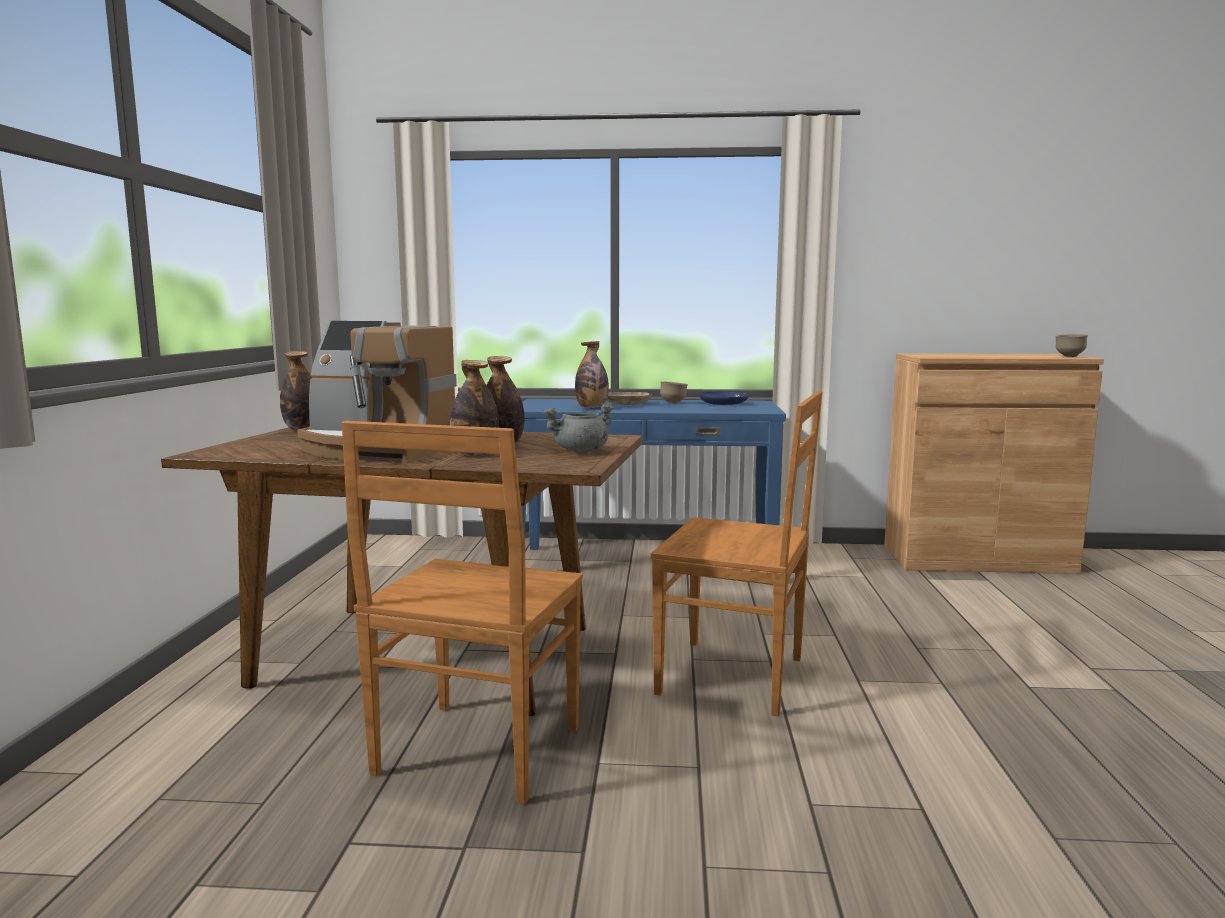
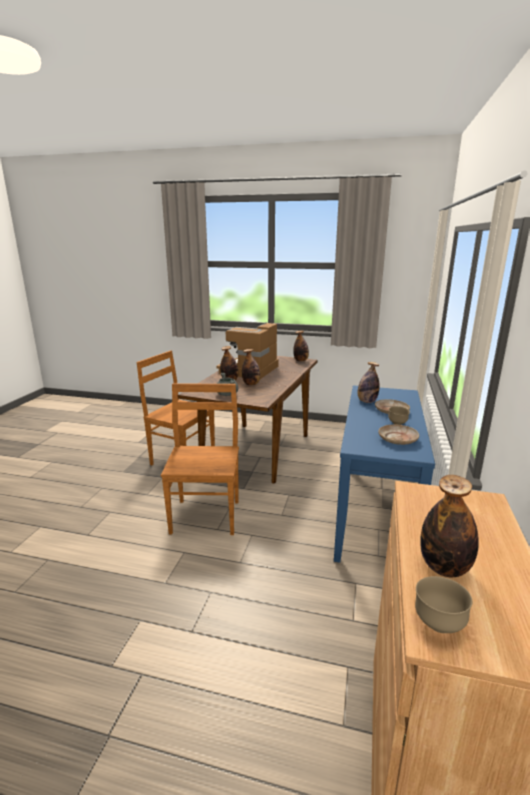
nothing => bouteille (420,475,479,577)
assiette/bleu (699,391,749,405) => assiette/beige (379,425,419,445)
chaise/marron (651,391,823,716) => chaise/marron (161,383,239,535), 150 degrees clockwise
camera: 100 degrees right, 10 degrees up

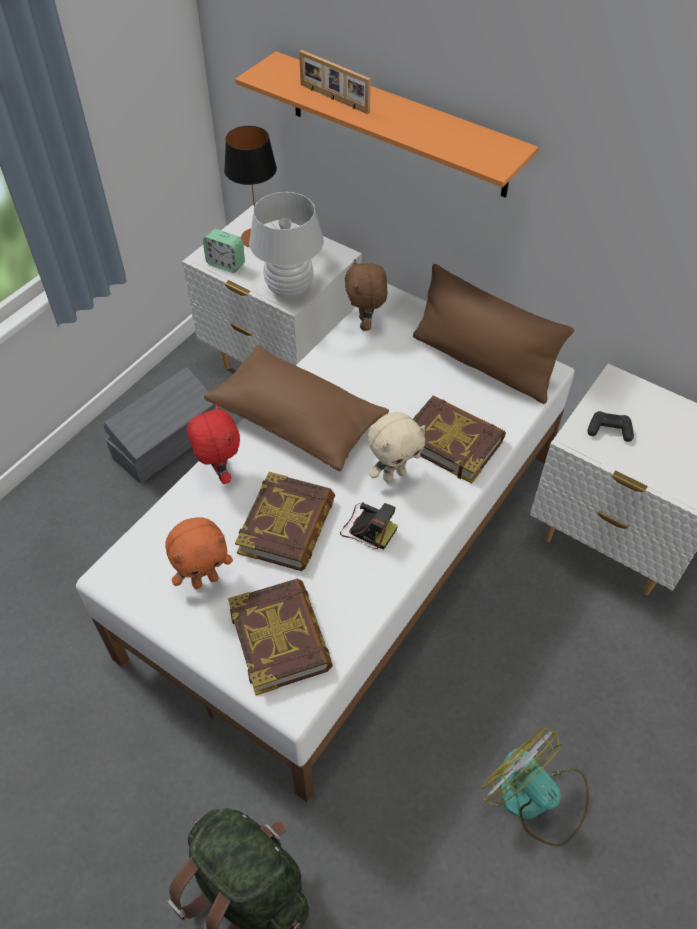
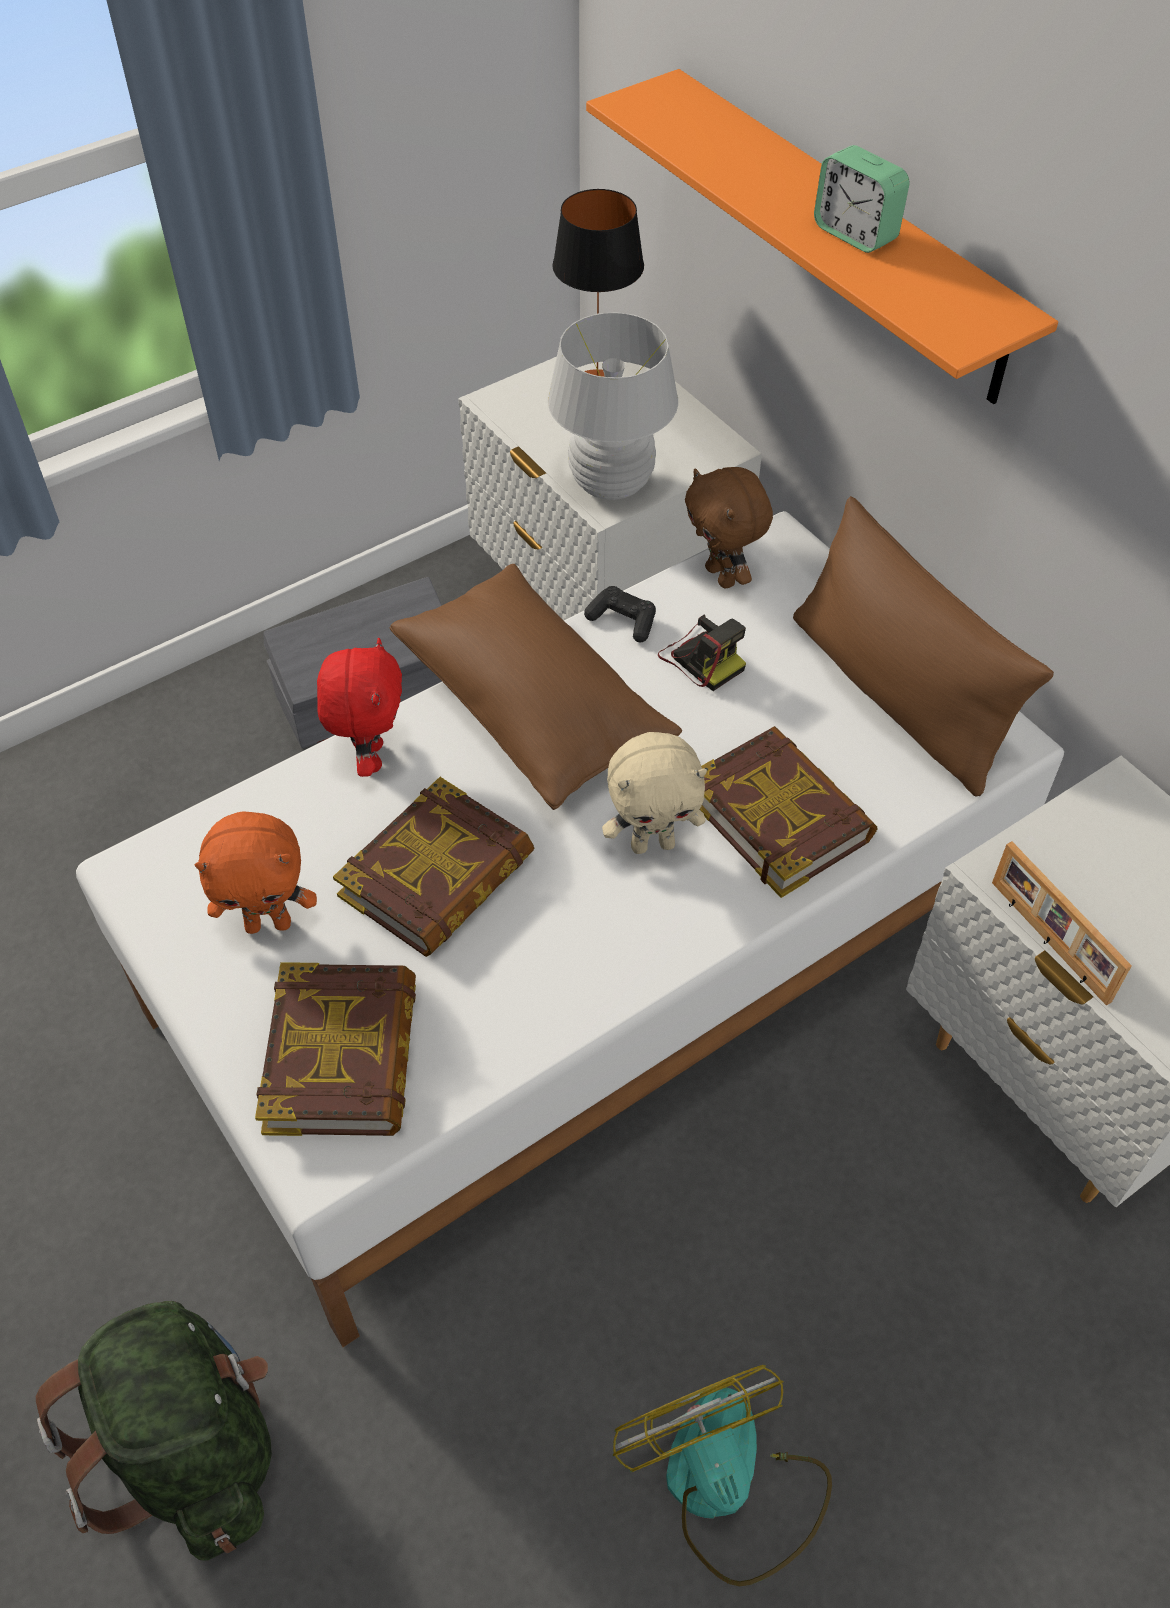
réveil (203,229,245,273) => réveil (814,145,909,253), shifted
cadre photo (299,50,371,114) => cadre photo (992,841,1132,1006), shifted
appareil photo (340,502,398,550) => appareil photo (658,615,746,691), shifted
manette/noir (587,411,634,442) => manette/noir (584,586,656,642), shifted
peluche/marron (345,259,388,331) => peluche/marron (685,467,773,589), 45 degrees counterclockwise
camera: 20 degrees right, 0 degrees up

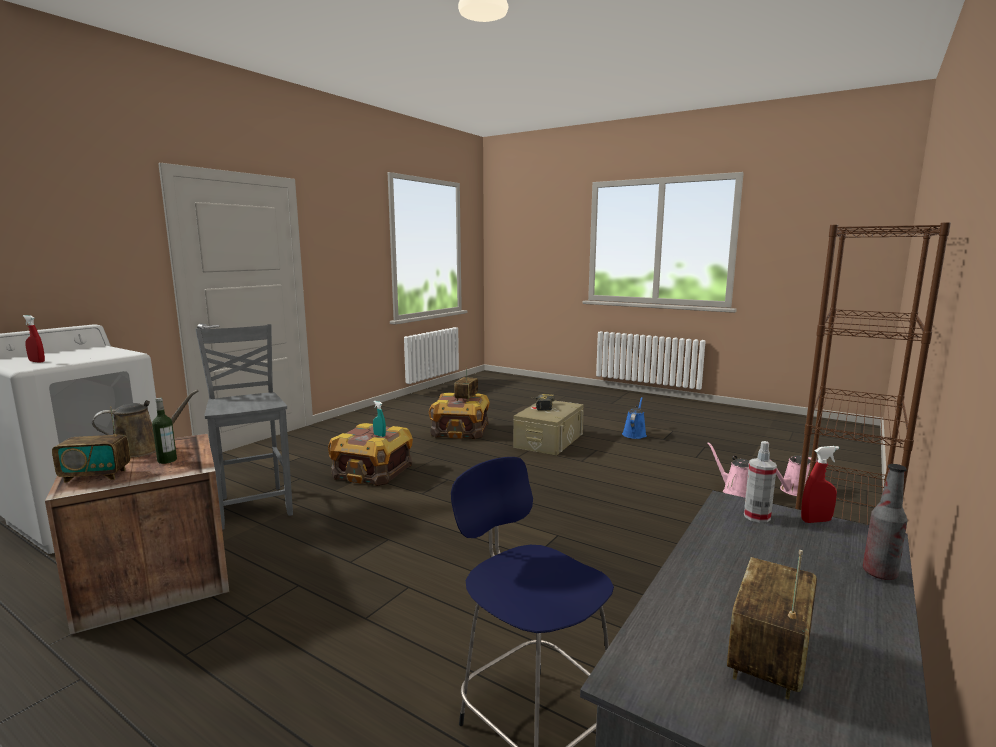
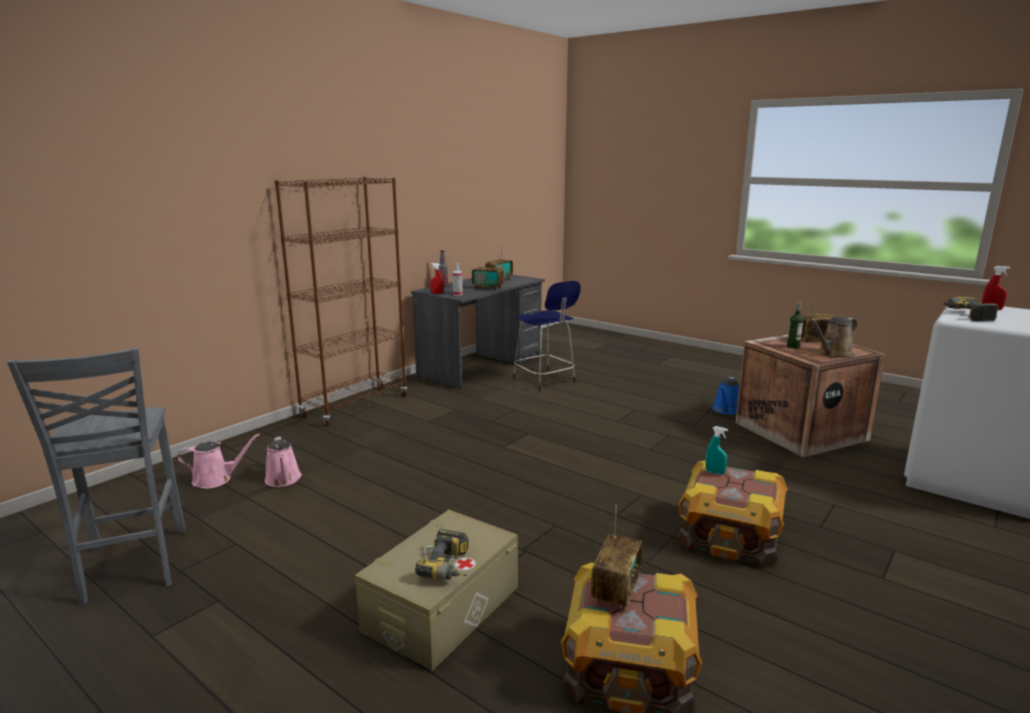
nothing => radio (472,252,504,291)
nothing => perceuse (938,297,999,321)
chaise/gris (195,324,293,530) => chaise/gris (7,347,185,605), shifted
arrosoir/bleu (622,397,647,439) => arrosoir/bleu (712,377,739,415), shifted
camera: 175 degrees left, 5 degrees up

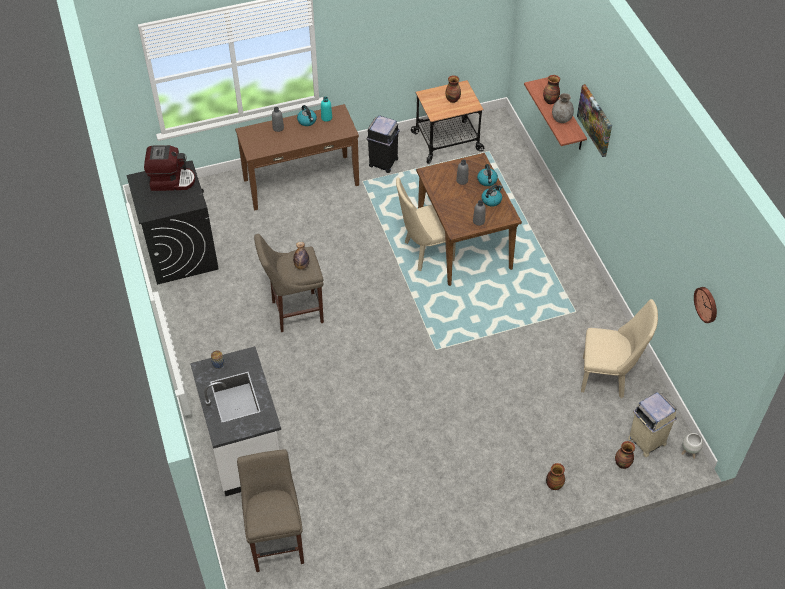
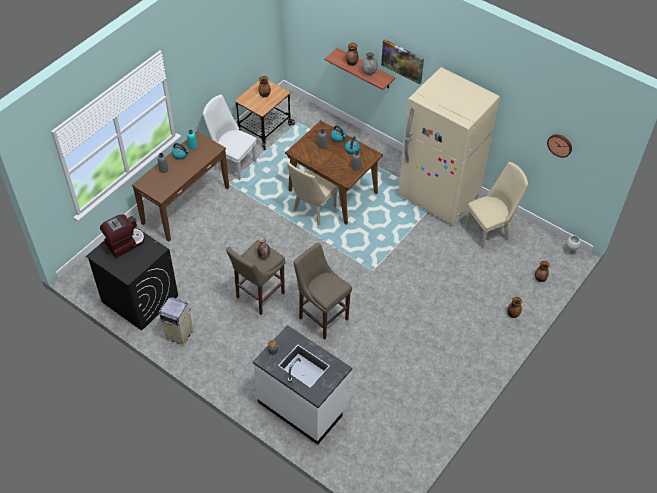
nothing => réfrigérateur/beige (398,67,500,224)
tabouret/beige (237,449,304,572) => tabouret/beige (293,243,352,340), shifted
poubelle/beige (628,392,677,457) => poubelle/beige (159,297,194,347), shifted
poubelle/noir (366,115,400,173) => chaise/blanc (203,95,257,180)
camera: 35 degrees left, 0 degrees up

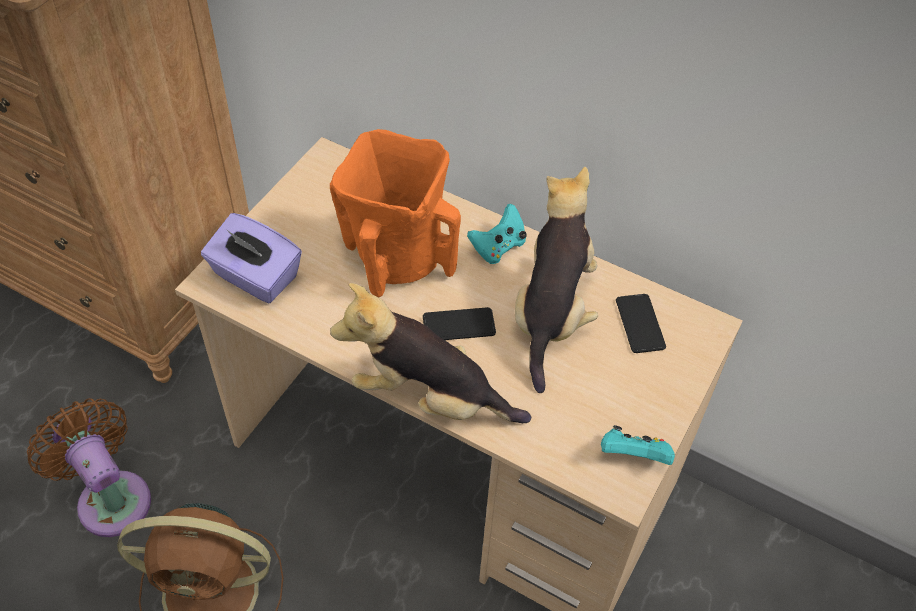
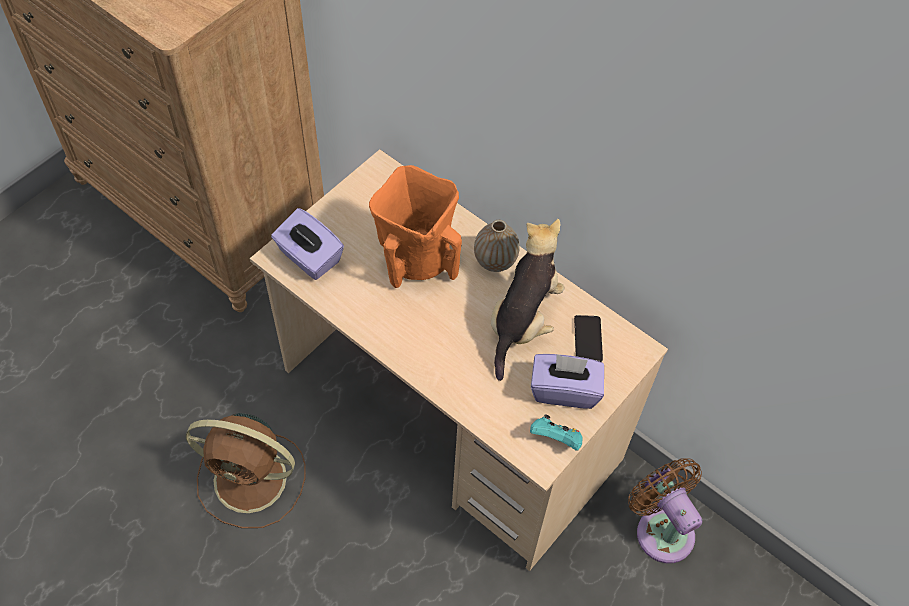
peluche (330,283,531,423) => nothing
téléphone (423,307,496,340) => nothing
nothing => boîte à mouchoirs/violet (531,354,604,409)
ventilateur/marron (27,398,151,537) => ventilateur/marron (628,458,702,563), shifted
manette/turquoise (467,204,527,264) => vase (474,220,520,272)
camera: 10 degrees right, 5 degrees up

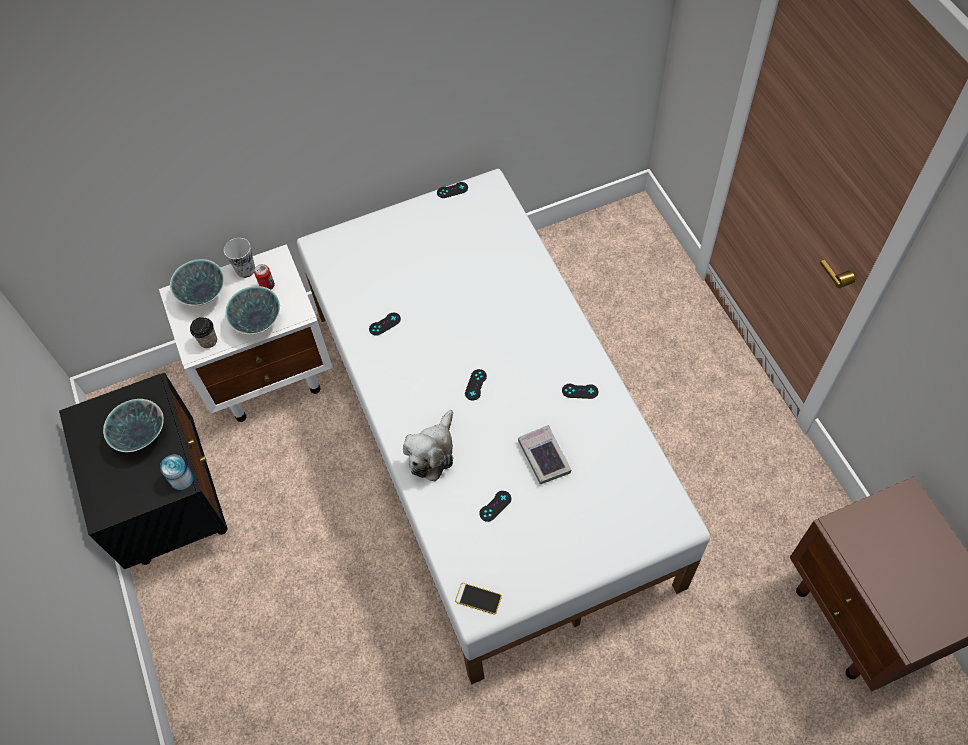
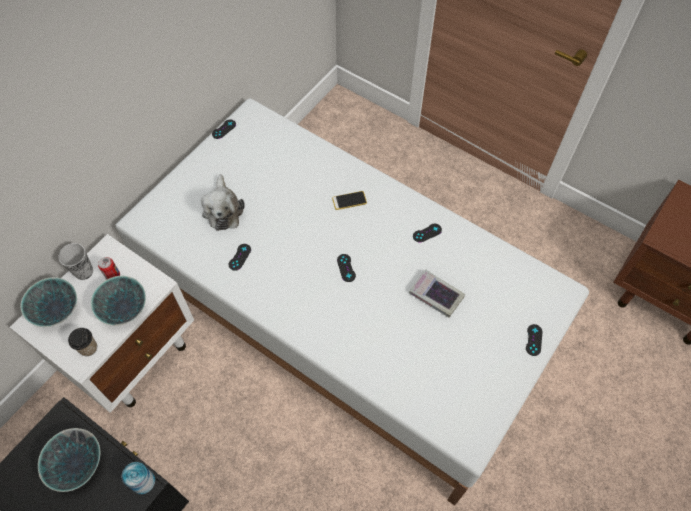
peluche (403,410,453,482) => peluche (201,174,245,231), shifted
téléphone (455,583,502,614) => téléphone (332,191,367,210), shifted
manette/noir (479,491,511,522) => manette/noir (526,324,543,356), shifted
camera: 35 degrees left, 0 degrees up

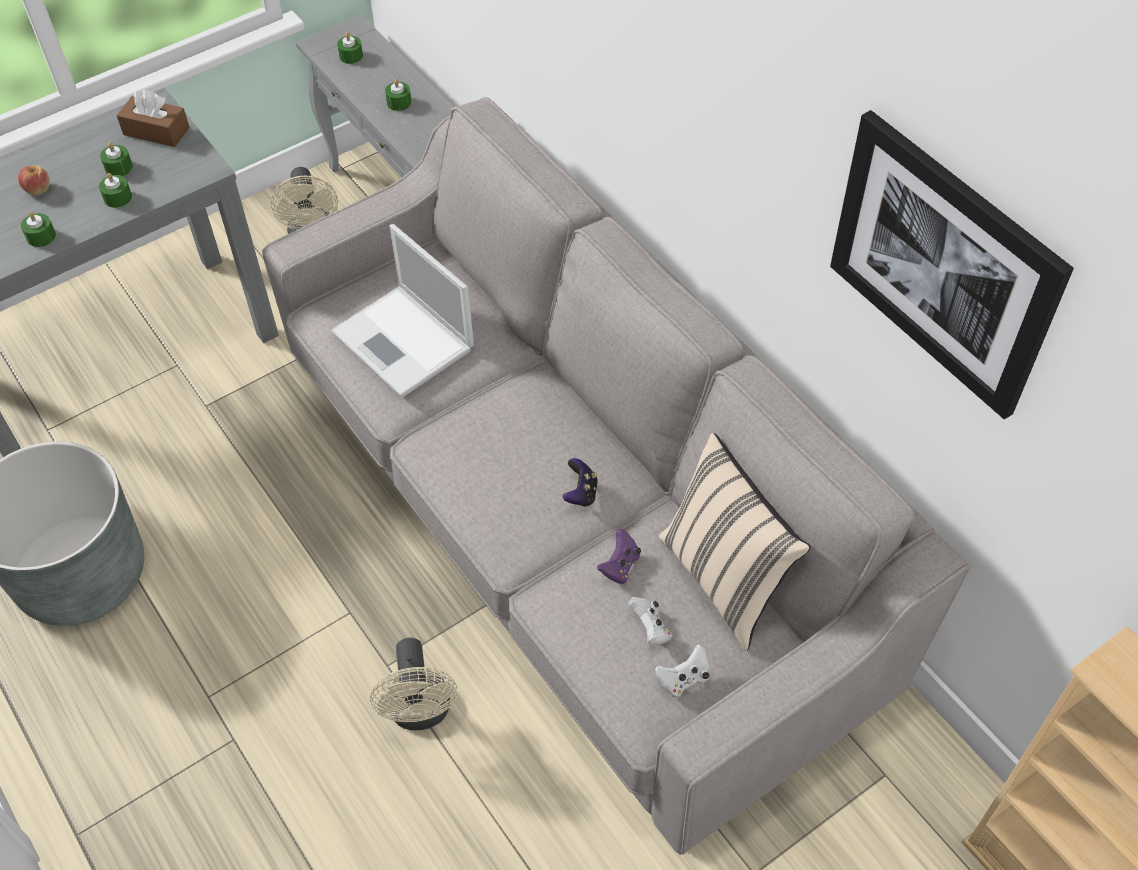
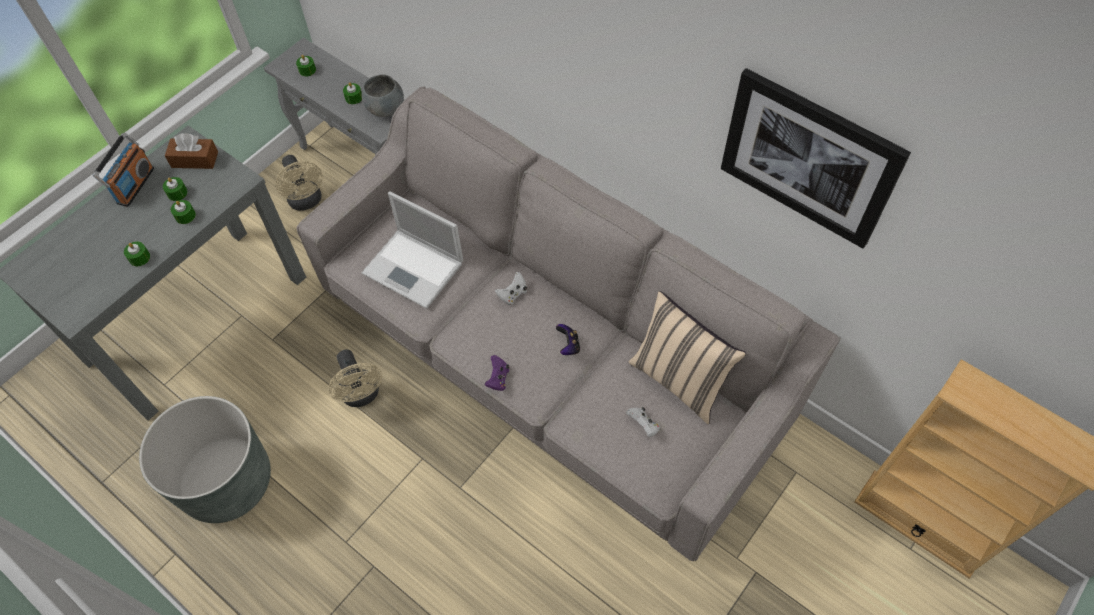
pomme (18,166,50,196) => nothing
nothing => radio (93,133,154,207)
nothing => bol/gris (361,75,404,117)
ventilateur/beige (370,638,458,730) => ventilateur/beige (329,350,382,407), shifted
manette/violet (597,529,641,584) => manette/violet (485,355,510,391), shifted
manette/blanc (655,644,710,698) => manette/blanc (495,272,527,305), shifted
camera: 15 degrees left, 5 degrees up

